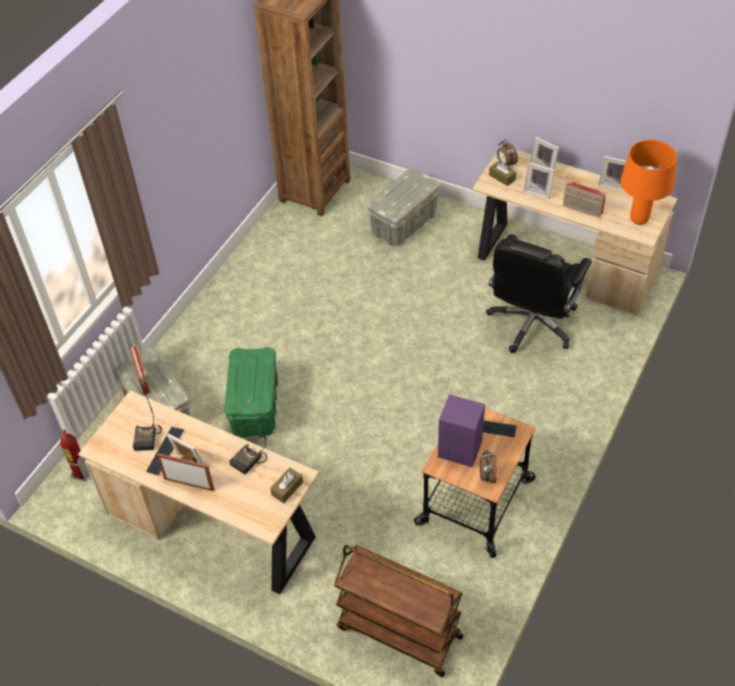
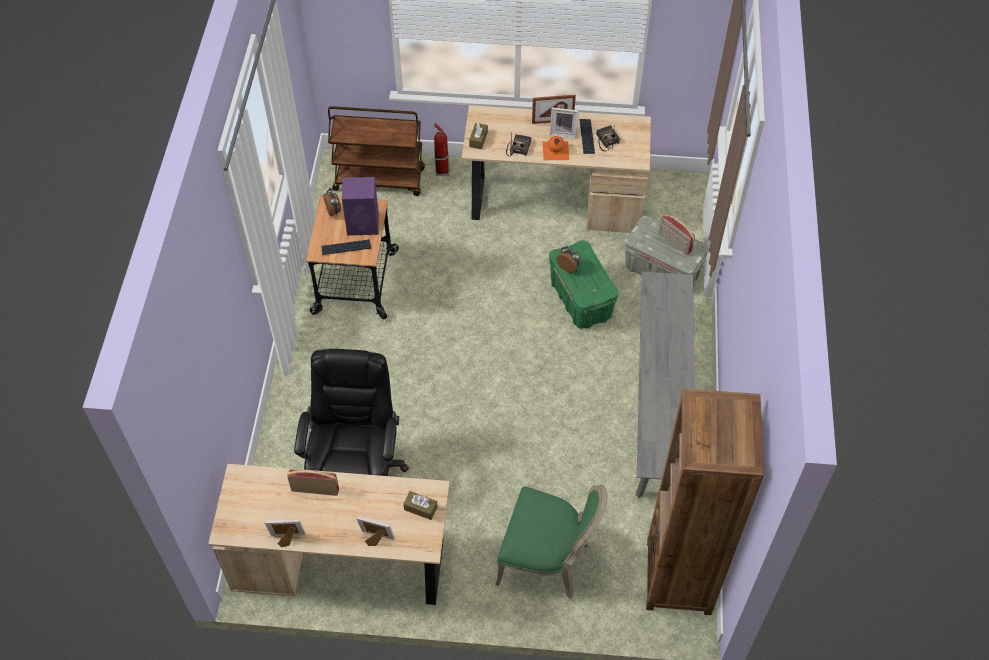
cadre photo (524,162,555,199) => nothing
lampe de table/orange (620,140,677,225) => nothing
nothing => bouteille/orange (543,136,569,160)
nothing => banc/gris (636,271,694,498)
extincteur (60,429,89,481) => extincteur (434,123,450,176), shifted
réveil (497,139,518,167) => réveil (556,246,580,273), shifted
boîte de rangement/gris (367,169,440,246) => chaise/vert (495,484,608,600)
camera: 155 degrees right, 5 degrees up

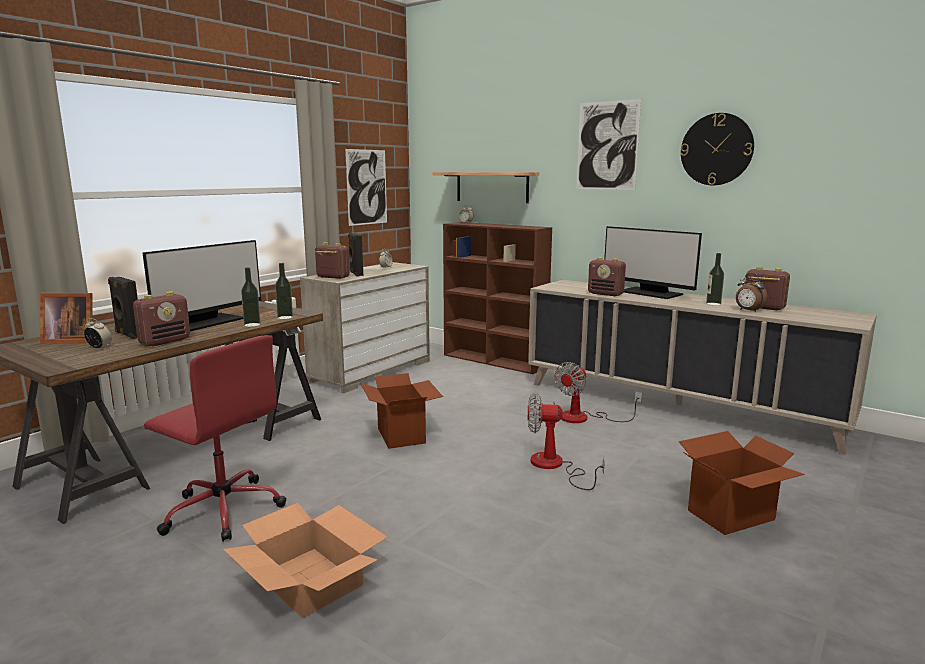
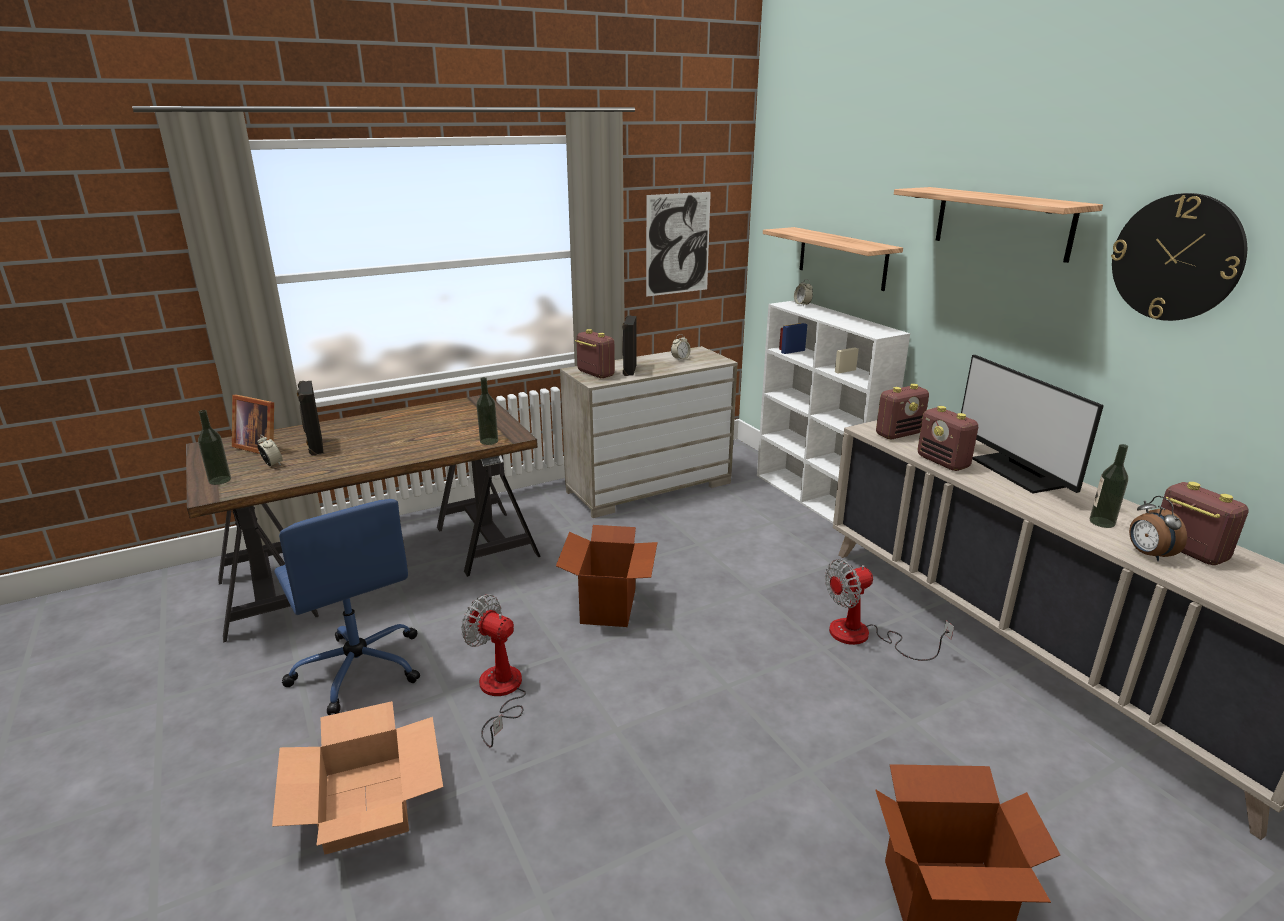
écran d'ordinateur (142,240,261,331) => nothing
radio (133,291,190,346) => radio (876,384,929,440), shifted
bouteille (241,267,261,327) => bouteille (198,410,231,485), shifted
ventilateur (528,393,605,490) => ventilateur (461,594,526,748), shifted
tableau (577,99,641,190) => étagère (894,187,1103,263)
chaise de bureau/rouge (144,335,287,542) => chaise de bureau/bleu (274,499,420,715)
bibliothèque/marron (443,222,552,374) => bibliothèque/blanc (757,301,910,524)
camera: 25 degrees right, 10 degrees up

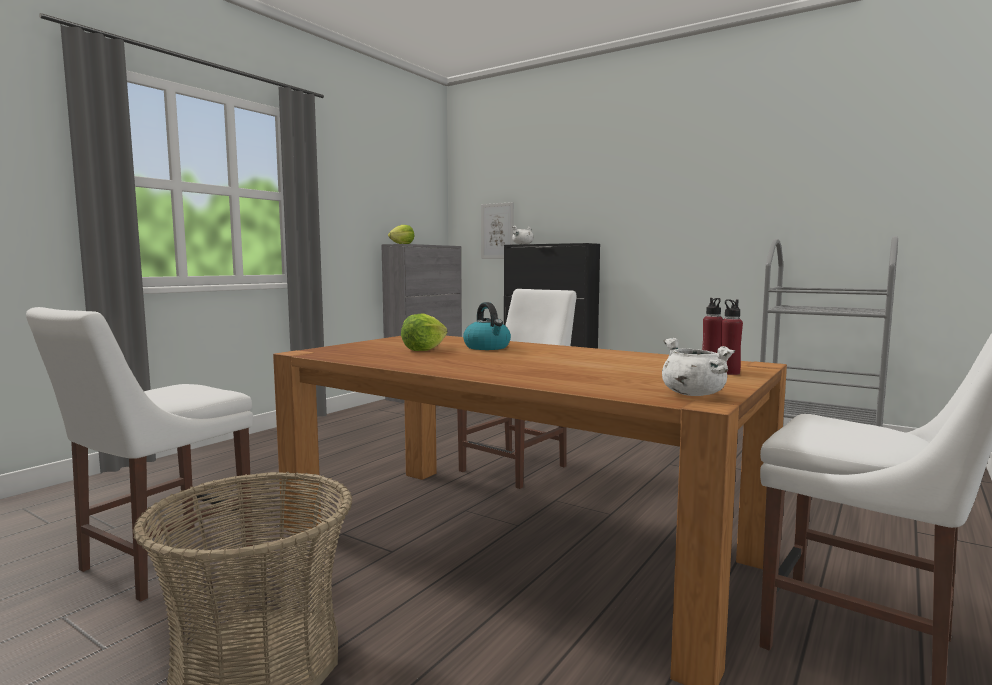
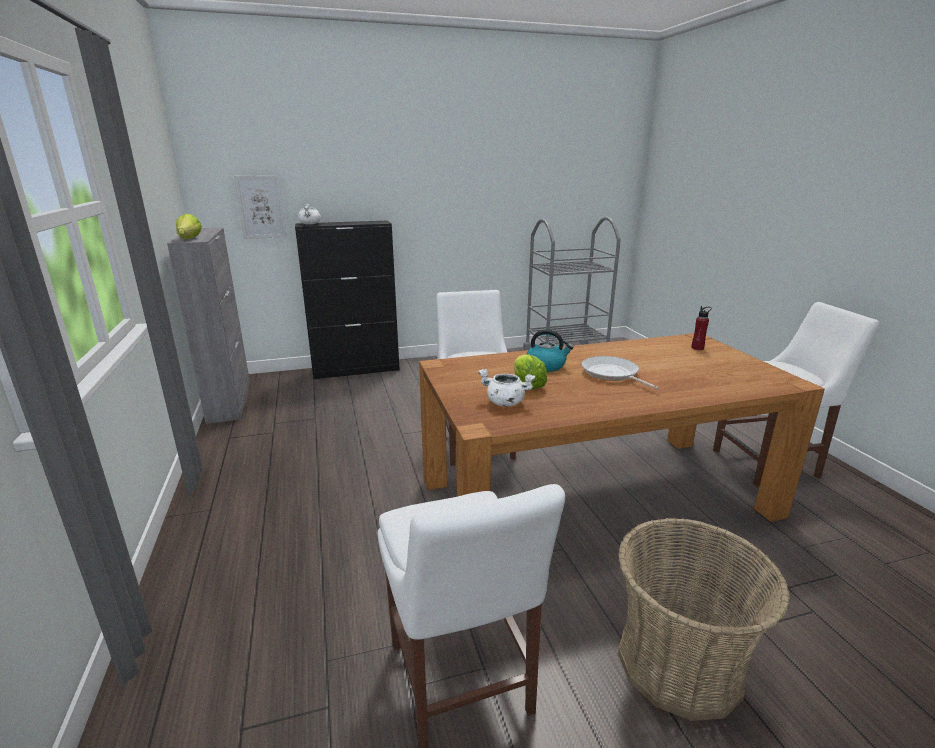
bouteille/rouge (721,299,743,375) => nothing
nothing => poêle (582,356,659,389)
marmite/blanc (662,338,735,396) => marmite/blanc (478,369,535,407), shifted
camera: 50 degrees left, 15 degrees up

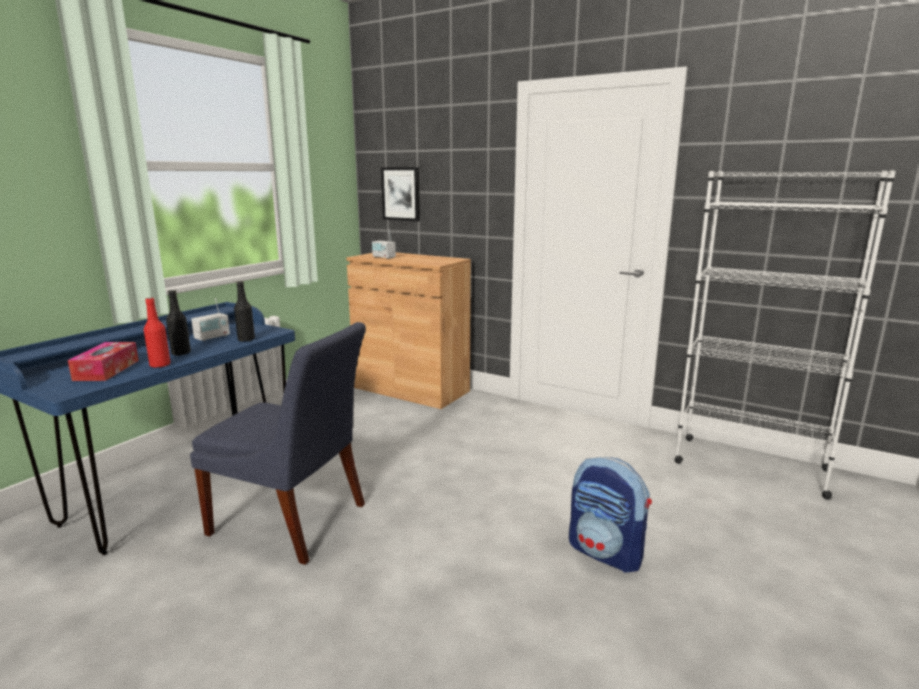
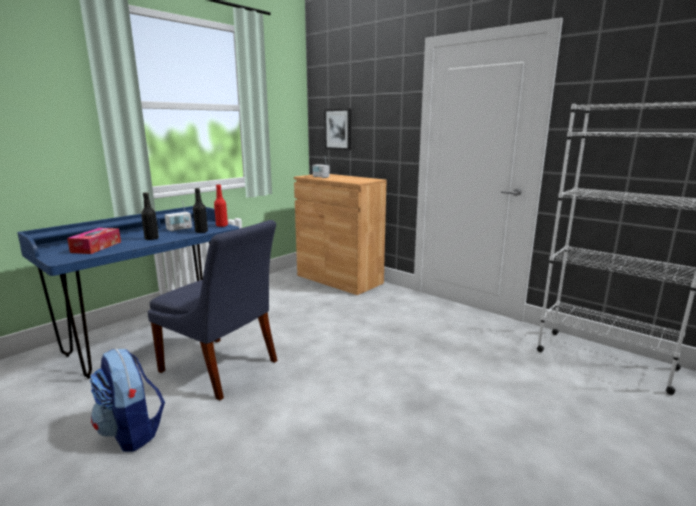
bouteille/rouge (144,298,170,368) => bouteille/rouge (214,184,228,227), shifted
sac à dos (569,457,652,573) => sac à dos (90,348,165,452), shifted
camera: 10 degrees right, 0 degrees up

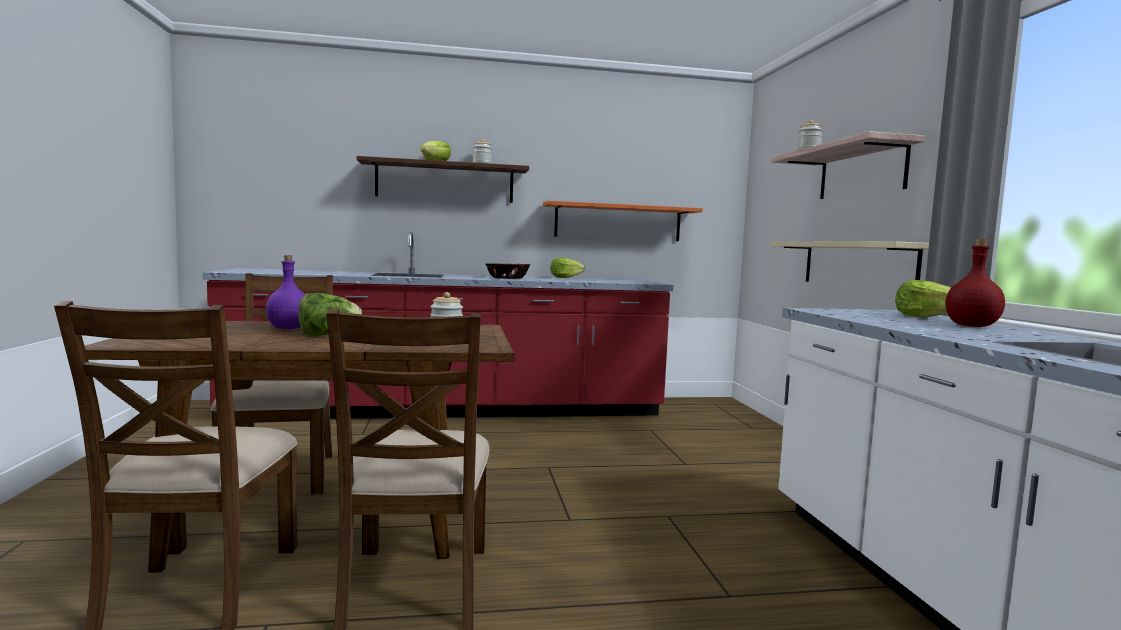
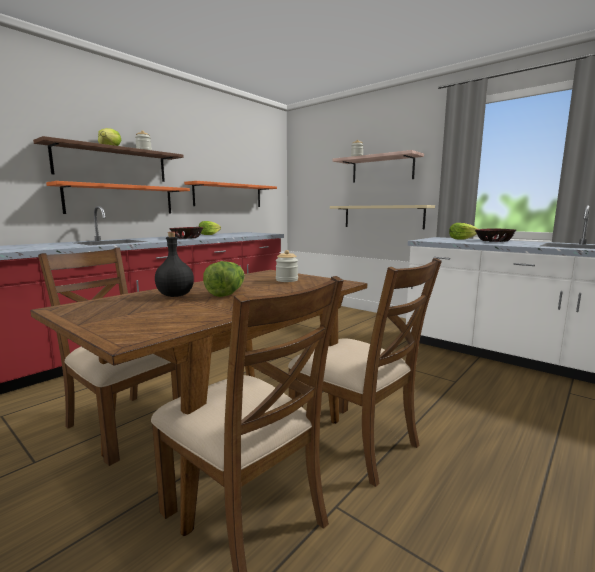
nothing => étagère/orange (46,181,190,214)
bouteille/rouge (945,239,1005,327) => bol (475,228,516,242)
bouteille/violet (266,255,306,329) => bouteille/noir (155,232,194,297)
camera: 40 degrees left, 5 degrees up

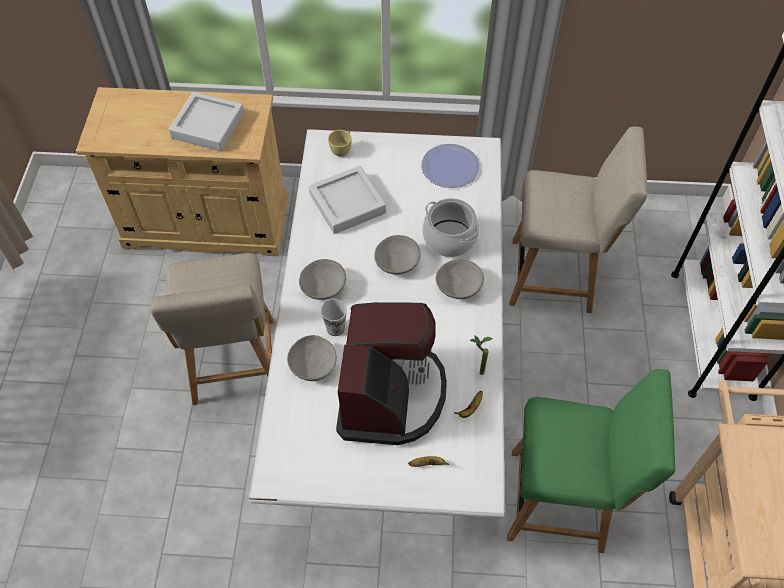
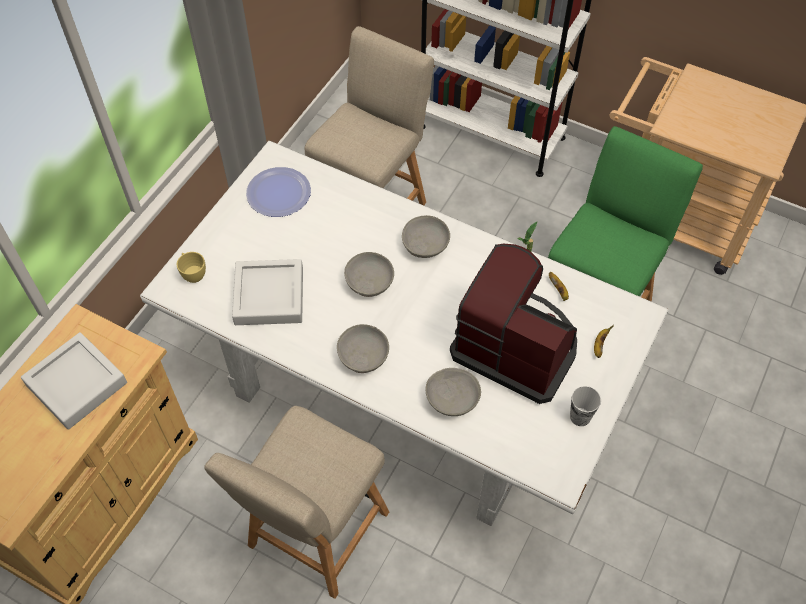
marmite (422,198,479,257) => nothing
tasse (321,299,347,336) => tasse (570,386,601,426), shifted
chaise/beige (150,253,274,405) => chaise/beige (204,406,389,599), 105 degrees clockwise
camera: 65 degrees left, 0 degrees up

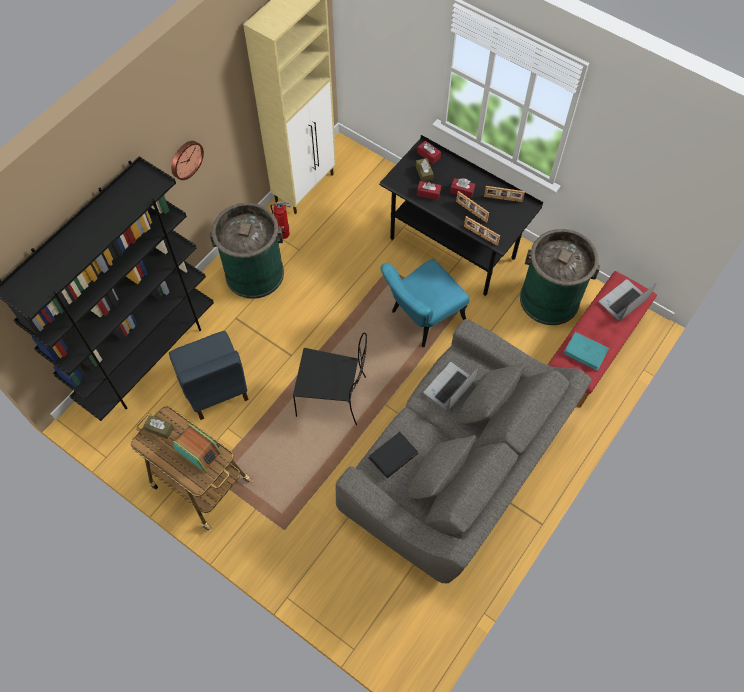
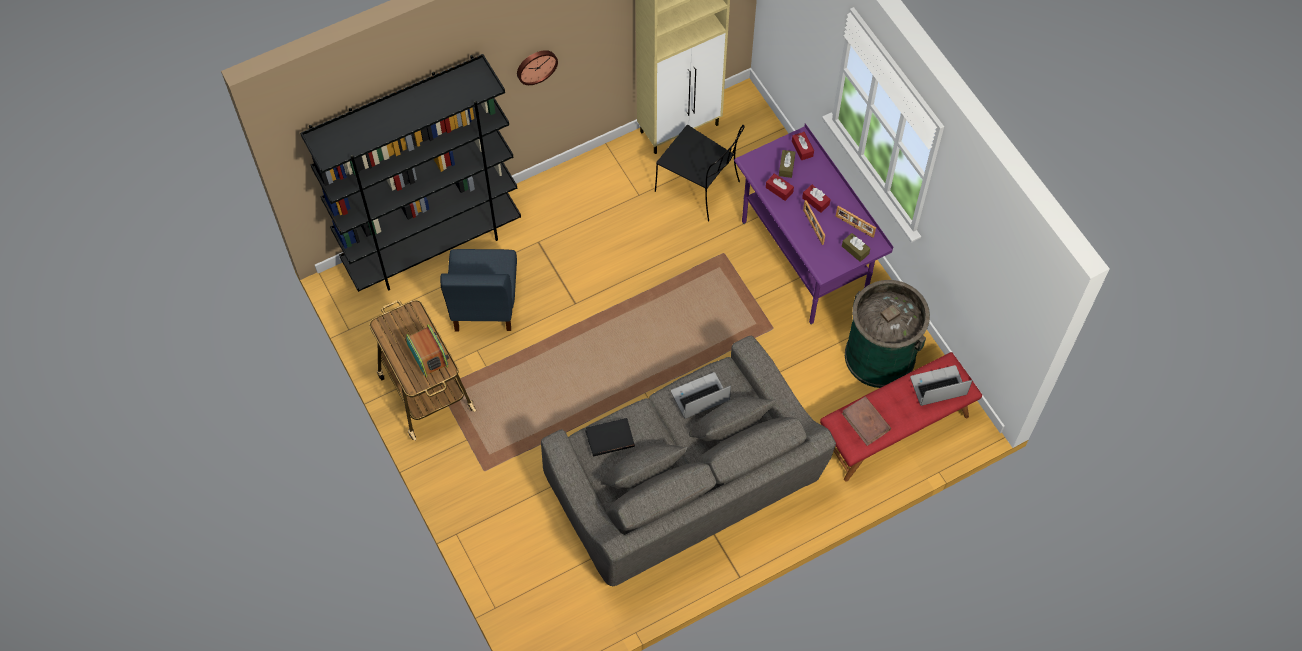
poubelle/vert (210,203,284,299) => nothing
extincteur (271,201,291,239) => nothing
chaise/turquoise (381,259,469,347) => nothing
cadre photo (464,216,500,246) => nothing
boîte à mouchoirs/marron (143,415,174,439) => boîte à mouchoirs/marron (842,233,870,262), shifted
chaise/noir (293,332,367,425) => chaise/noir (655,125,744,221), shifted
bureau/noir (379,135,543,296) => bureau/violet (734,123,893,324)
livre/turquoise (563,332,609,371) => livre/marron (842,397,891,446)
camera: 25 degrees right, 0 degrees up

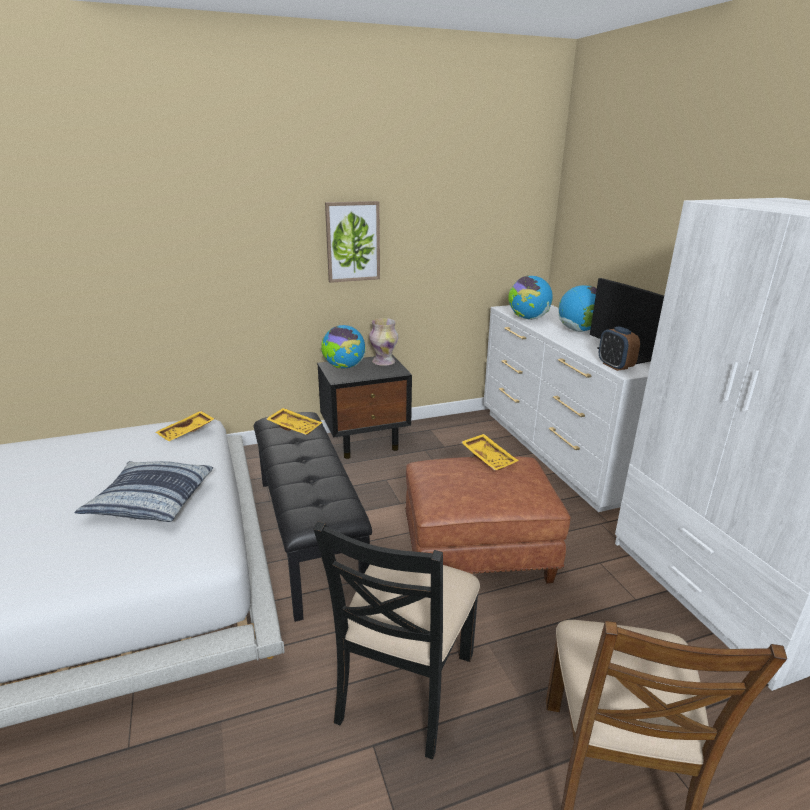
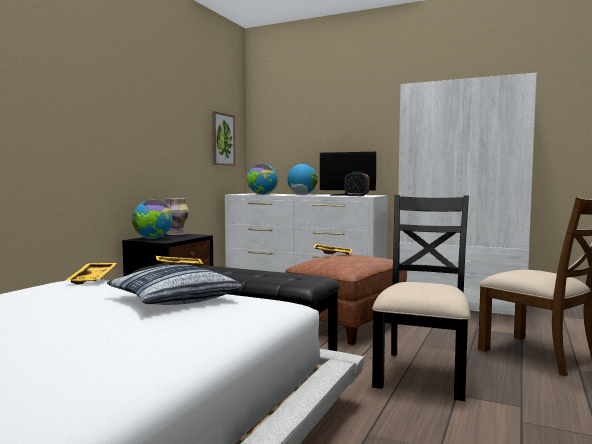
tableau (325,201,380,283) => tableau (212,111,235,166), shifted
chaise/noir (314,521,480,759) => chaise/noir (372,195,470,401), 135 degrees counterclockwise
camera: 45 degrees left, 20 degrees down

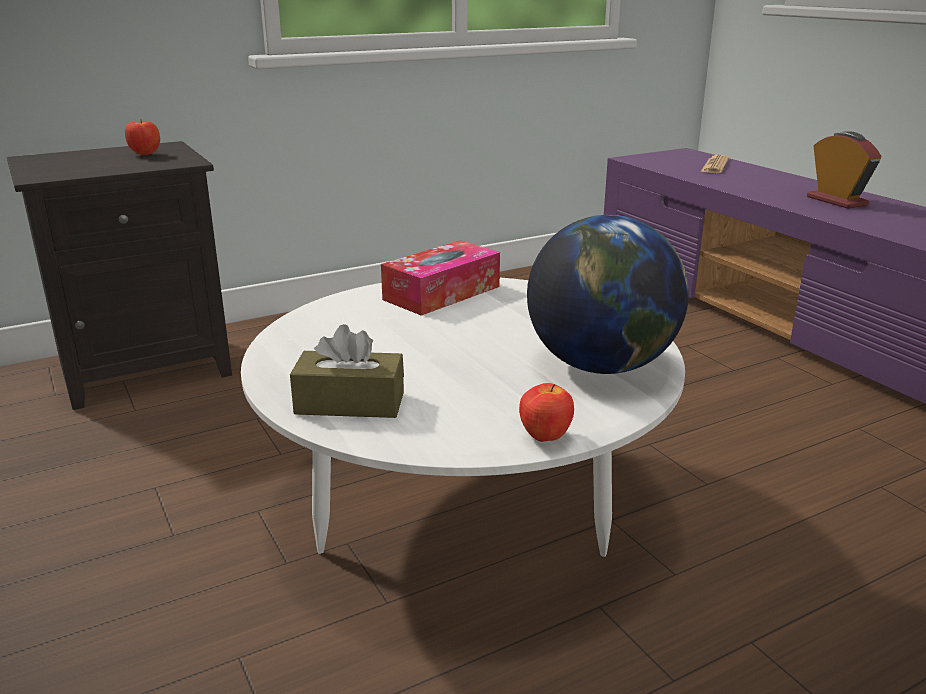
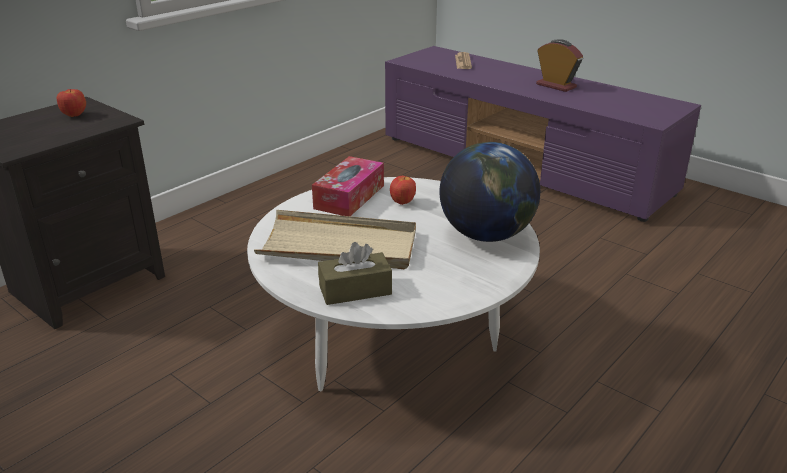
nothing => plateau/beige (254,210,416,269)
pomme (519,383,574,442) => pomme (390,175,416,205), shifted
camera: 20 degrees left, 5 degrees up

